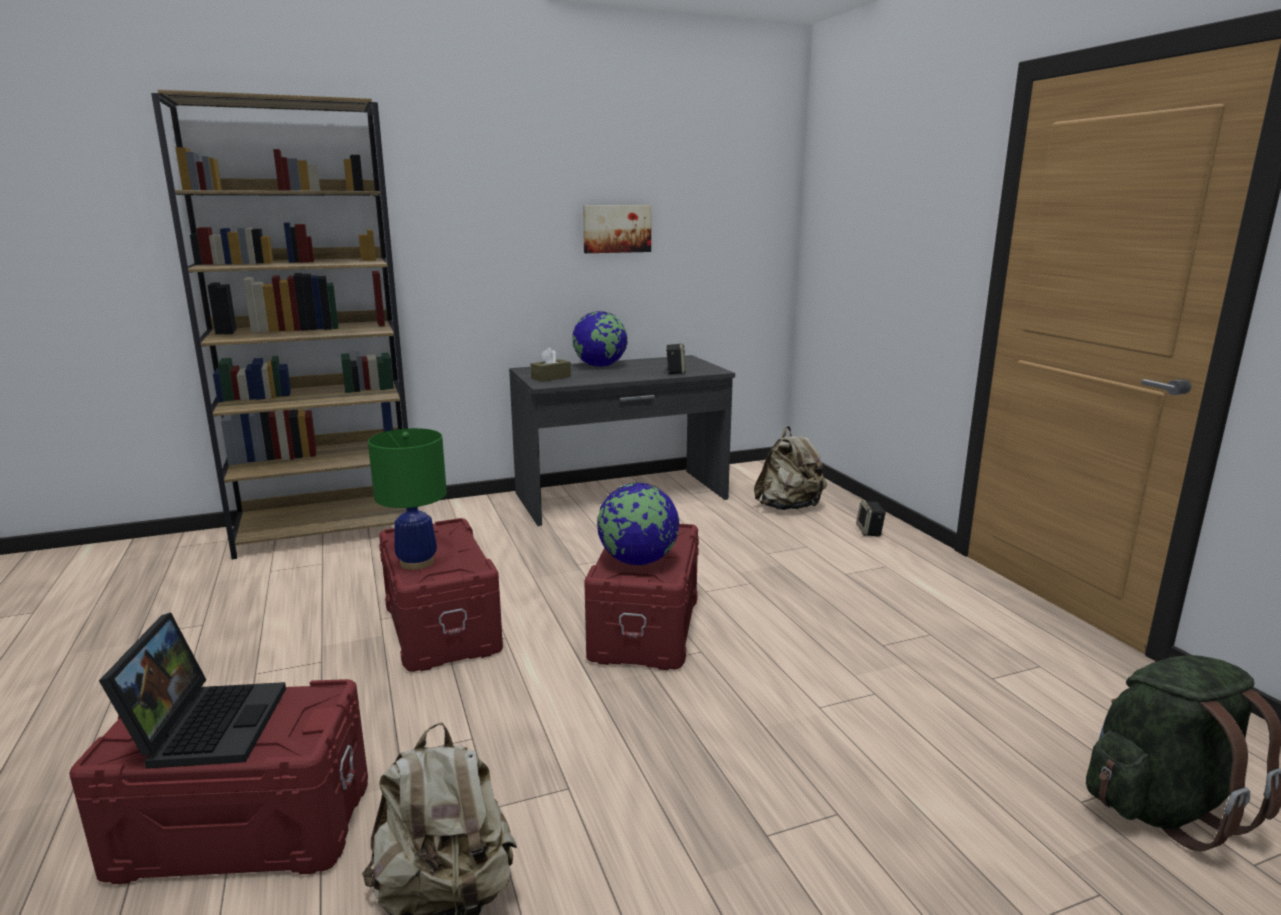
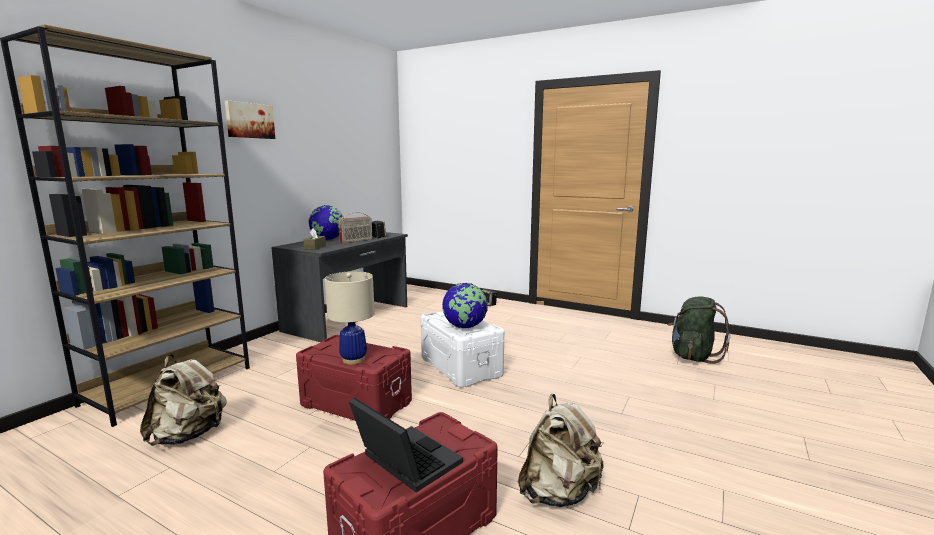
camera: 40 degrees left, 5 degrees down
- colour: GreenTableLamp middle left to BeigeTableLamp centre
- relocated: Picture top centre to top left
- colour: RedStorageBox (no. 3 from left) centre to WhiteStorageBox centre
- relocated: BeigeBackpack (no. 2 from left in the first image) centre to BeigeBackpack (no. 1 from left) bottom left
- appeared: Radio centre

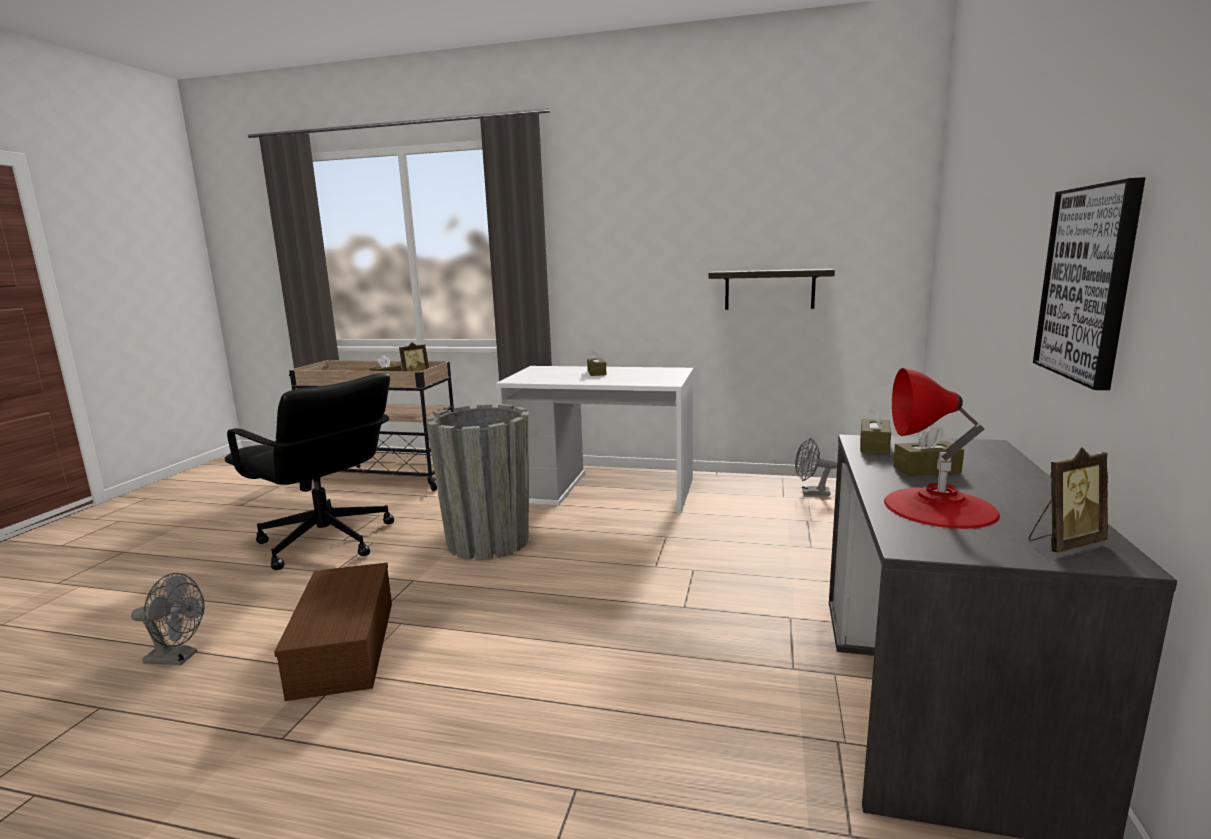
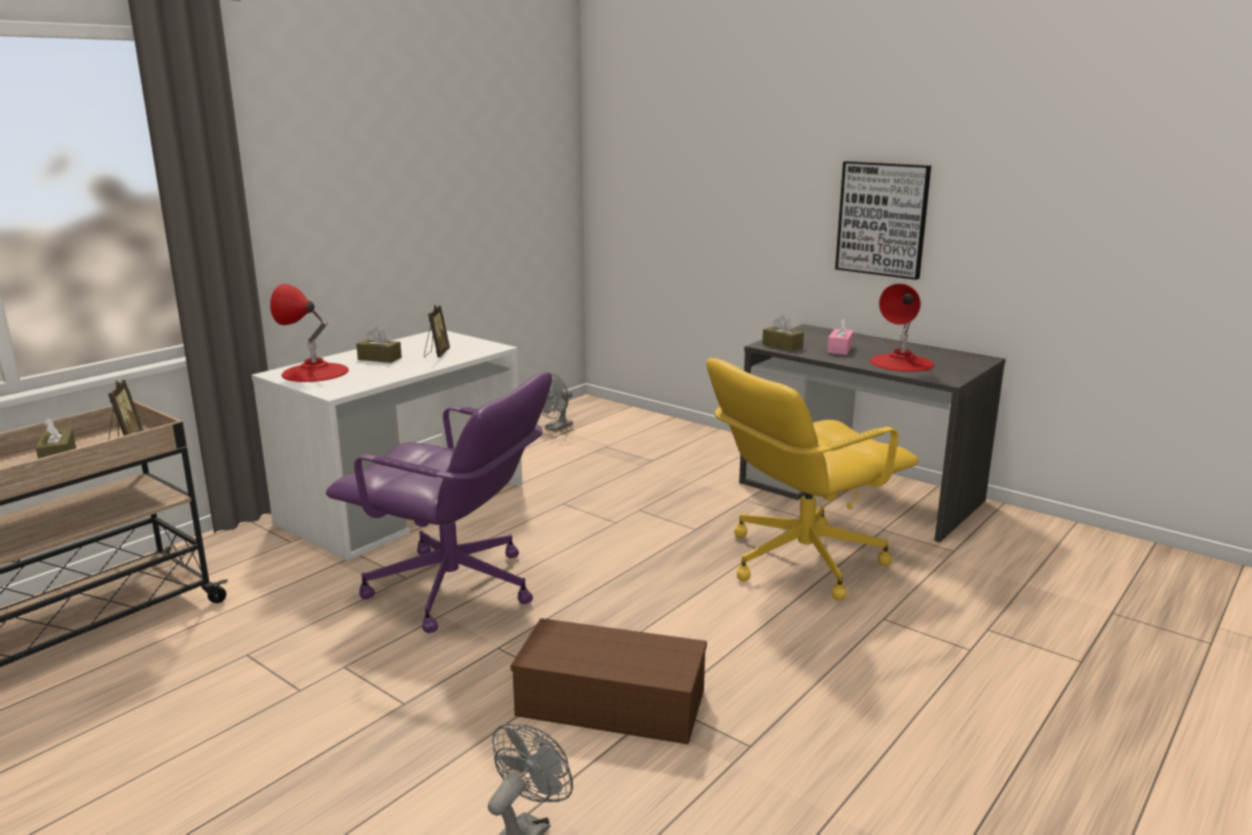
camera: 65 degrees left, 5 degrees up
- missing: BlackOfficeChair middle left
- exchanged: GreyPlanter centre to PurpleOfficeChair centre
- missing: Shelf centre
- colour: BrownTissueBox (no. 4 from left) middle right to PinkTissueBox middle right
- relocated: PictureFrame (no. 2 from left) middle right to centre
- appeared: RedTableLamp (no. 1 from left) middle left
- appeared: YellowOfficeChair centre

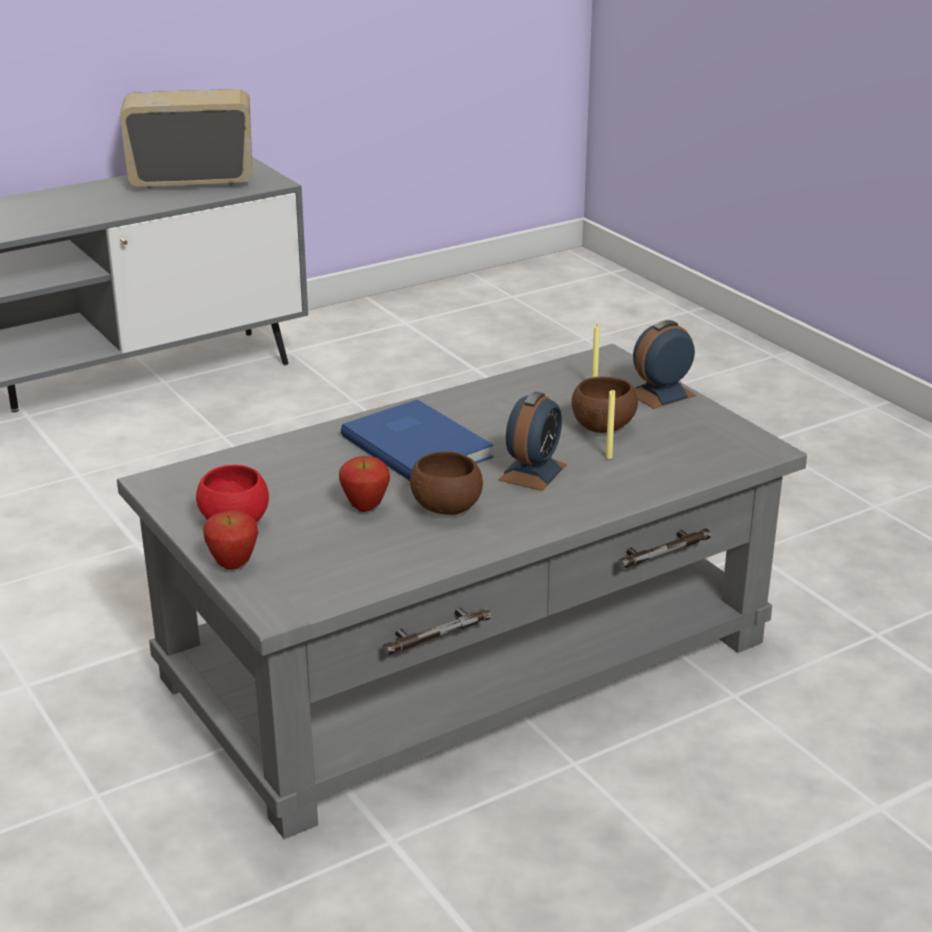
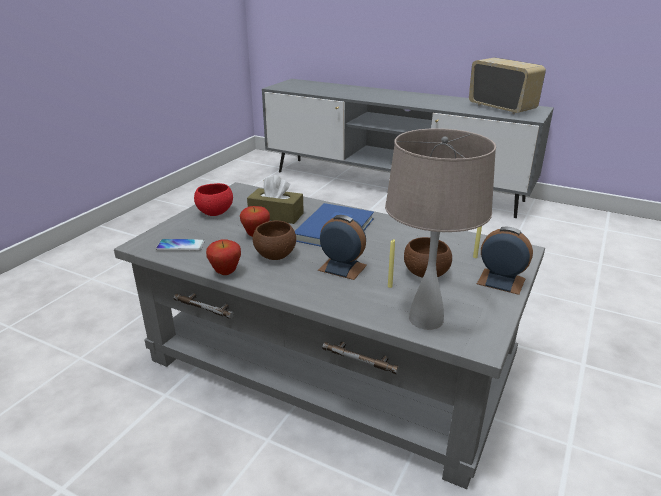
camera: 60 degrees right, 0 degrees up
- relocated: Apple (no. 1 from left) middle left to centre
- spun: AlarmClock (no. 1 from left) centre = centre 150 degrees counterclockwise
- appeared: Phone middle left
- appeared: BrownTissueBox centre
- appeared: BeigeTableLamp centre

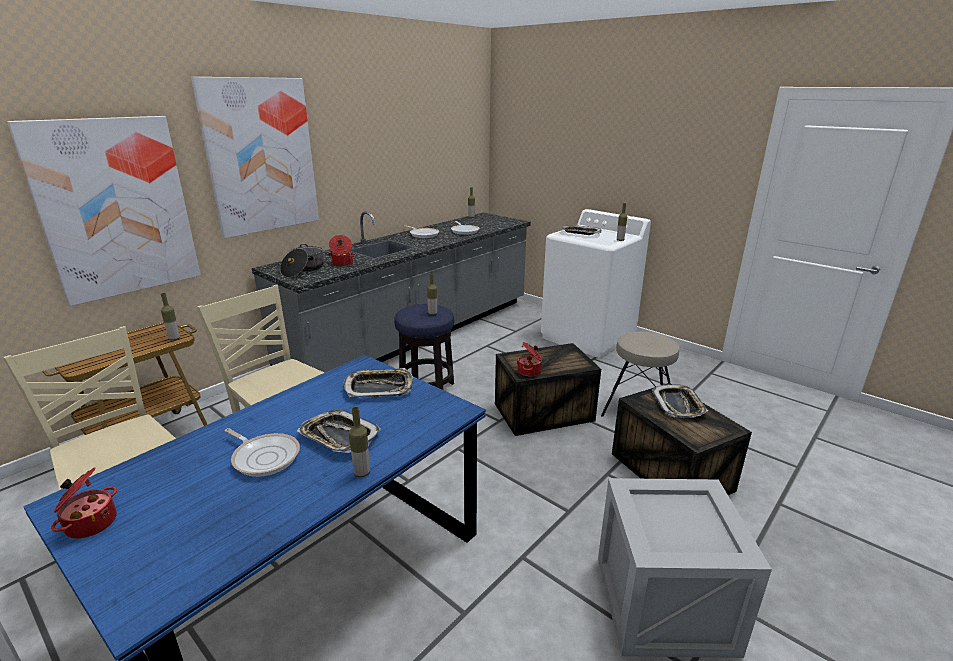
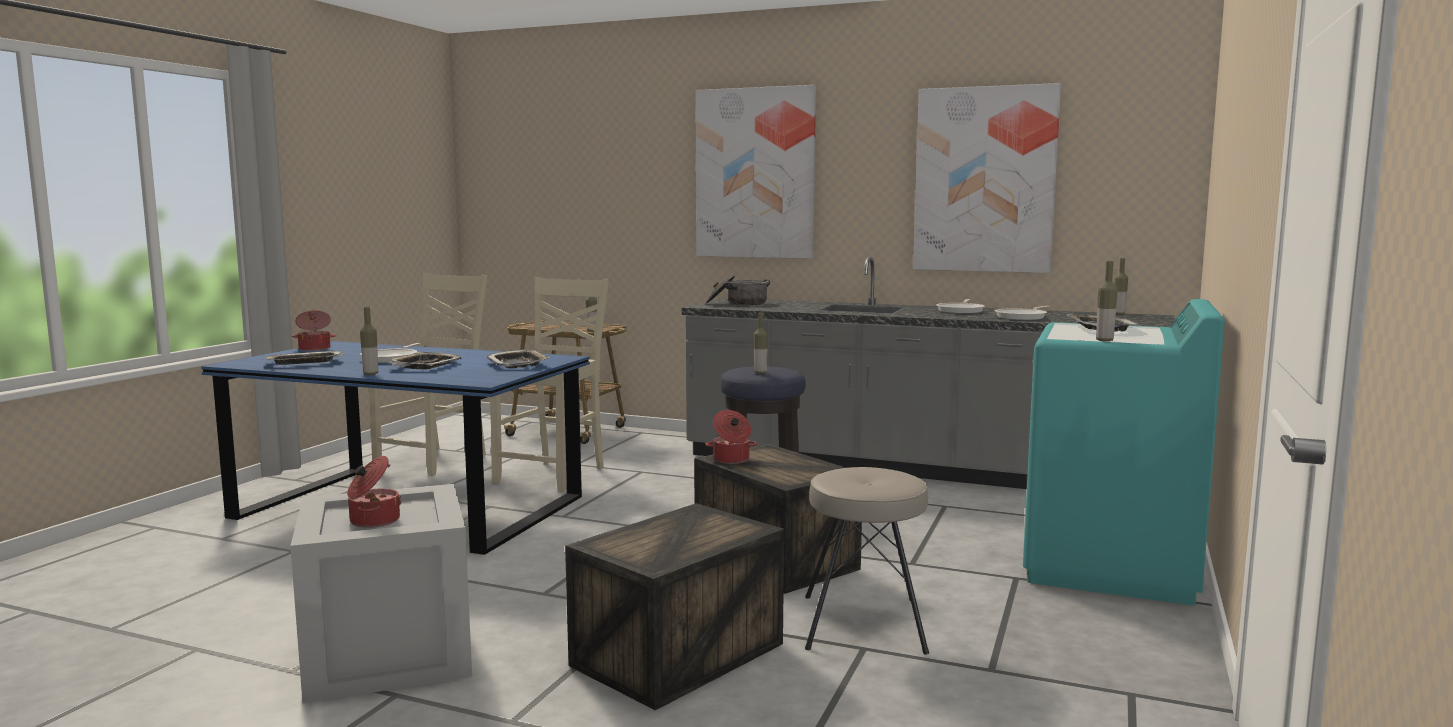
camera: 70 degrees right, 15 degrees down
- relocated: Picture (no. 1 from left in the first image) top left to Picture (no. 2 from left) top right
- relocated: CookingPot (no. 3 from left in the first image) centre to CookingPot (no. 2 from left) bottom left
- colour: WhiteWashingMachine centre to TurquoiseWashingMachine middle right
- relocated: Tray (no. 4 from left in the first image) middle right to Tray (no. 1 from left) middle left

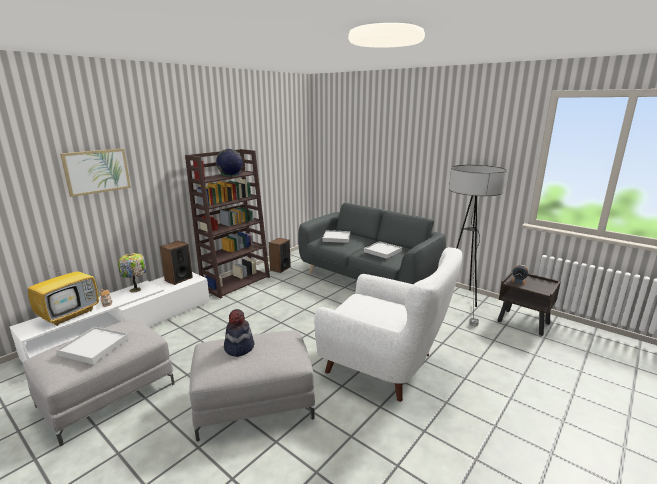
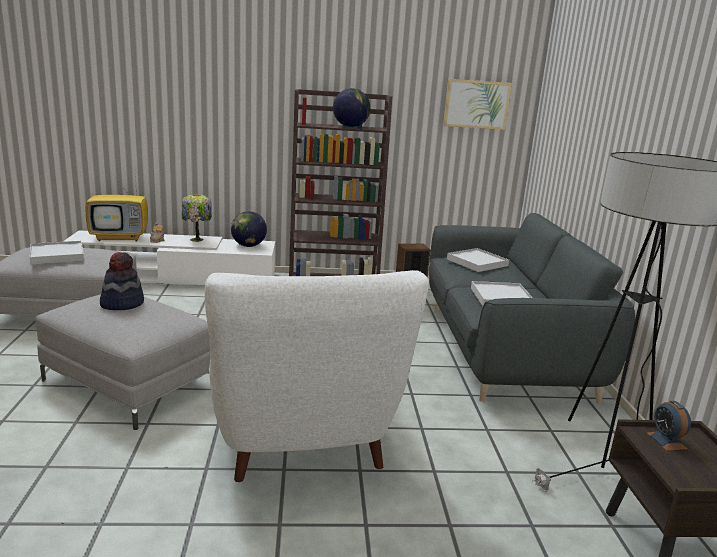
camera: 45 degrees right, 0 degrees up
- relocated: Picture middle left to top centre
- exchanged: Speaker (no. 1 from left) middle left to Globe (no. 1 from left) centre

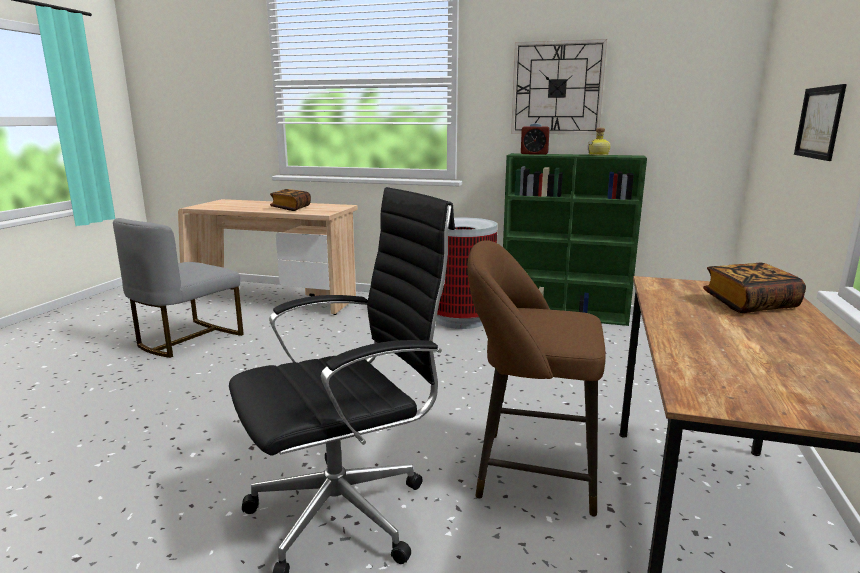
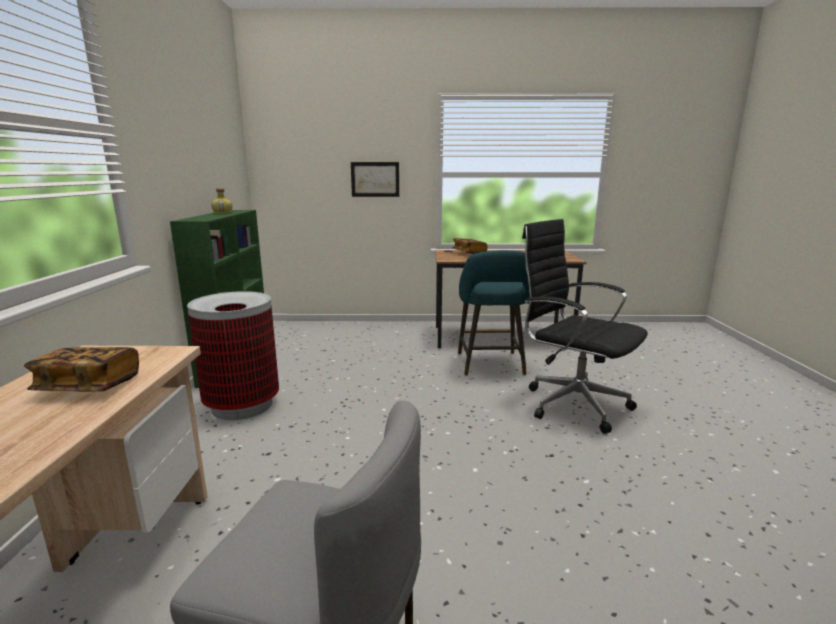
camera: 105 degrees left, 0 degrees up
- colour: BrownStool centre to TurquoiseStool centre
- missing: WallClock top centre
- missing: AlarmClock top centre

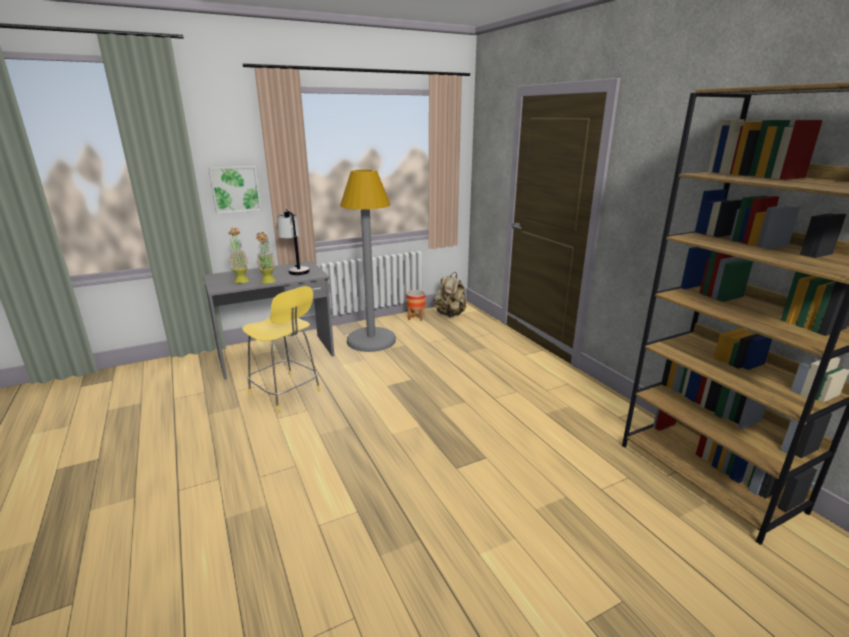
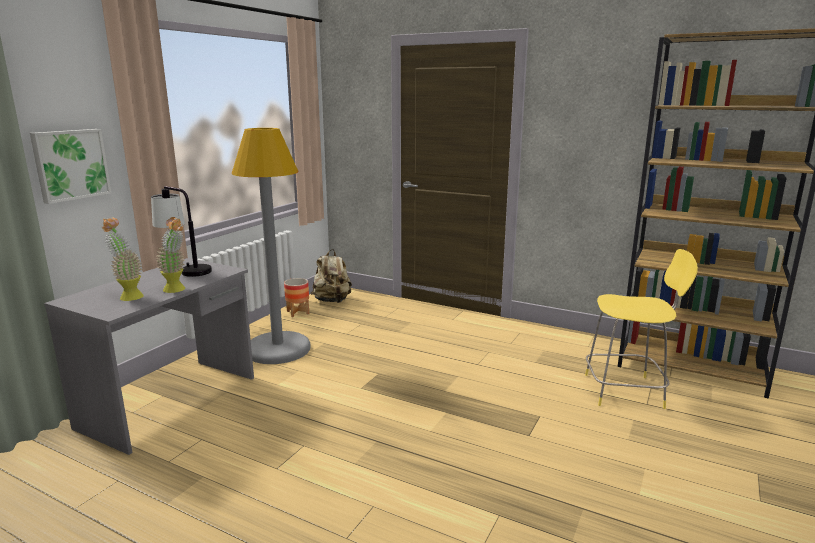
camera: 35 degrees left, 5 degrees down
- relocated: YellowStool middle left to middle right

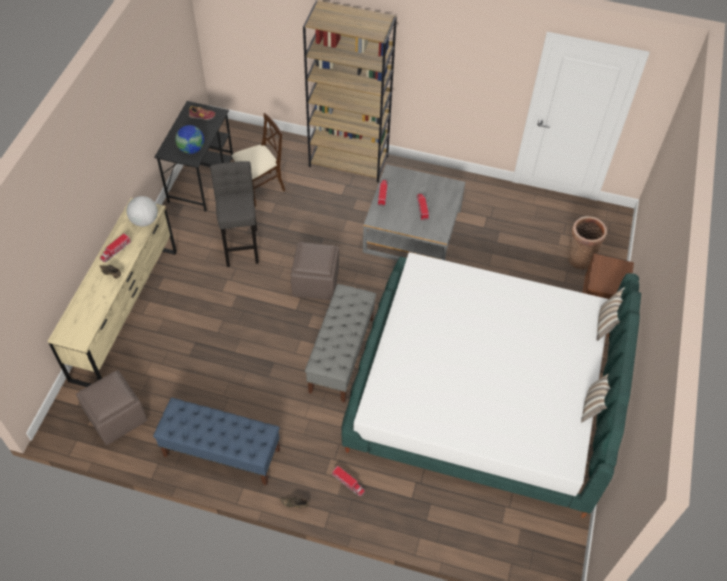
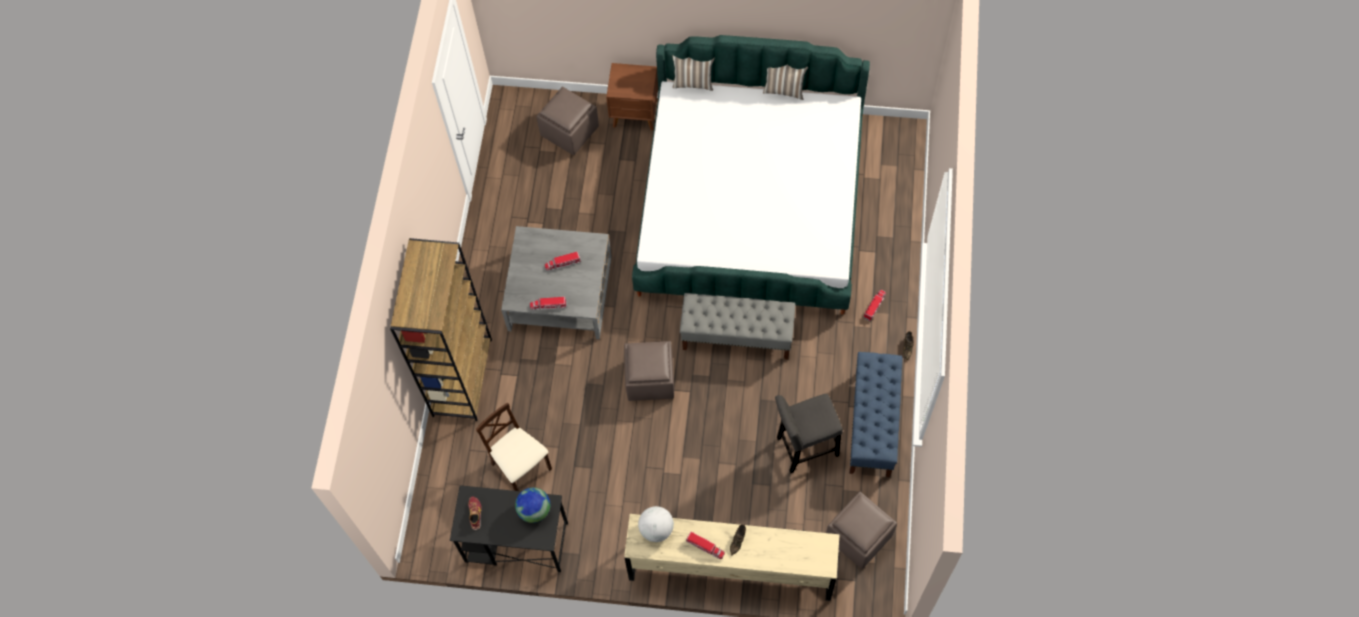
camera: 95 degrees left, 10 degrees up
- relocated: GreyStool middle left to bottom centre
- exchanged: Basket middle right to BrownOttoman (no. 1 from left) top centre

